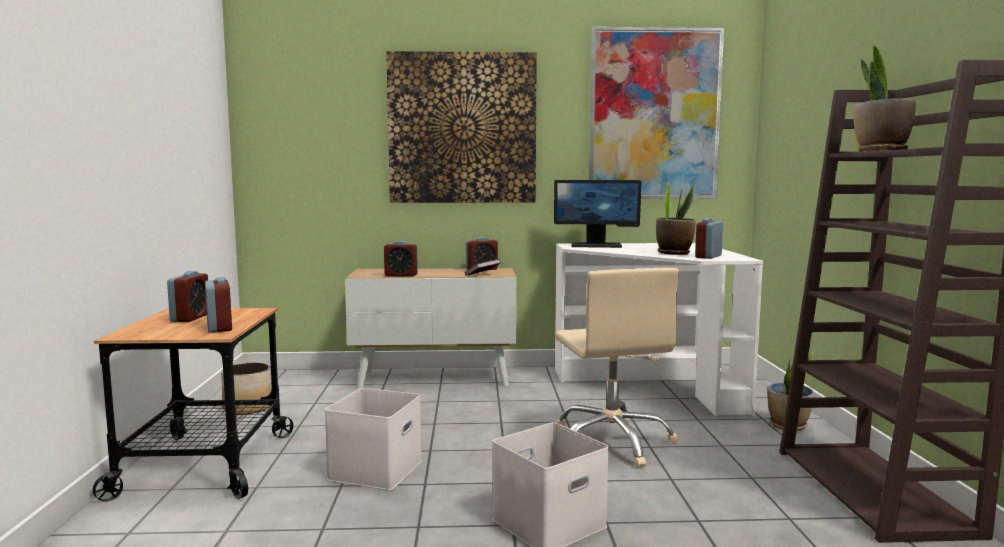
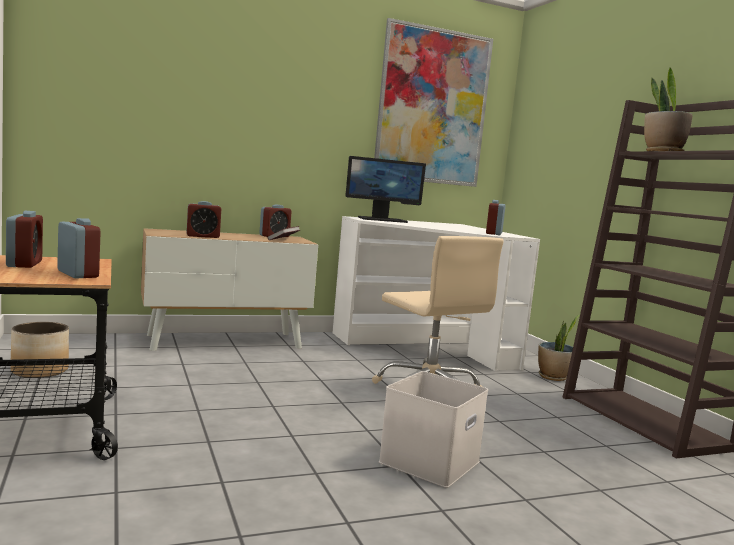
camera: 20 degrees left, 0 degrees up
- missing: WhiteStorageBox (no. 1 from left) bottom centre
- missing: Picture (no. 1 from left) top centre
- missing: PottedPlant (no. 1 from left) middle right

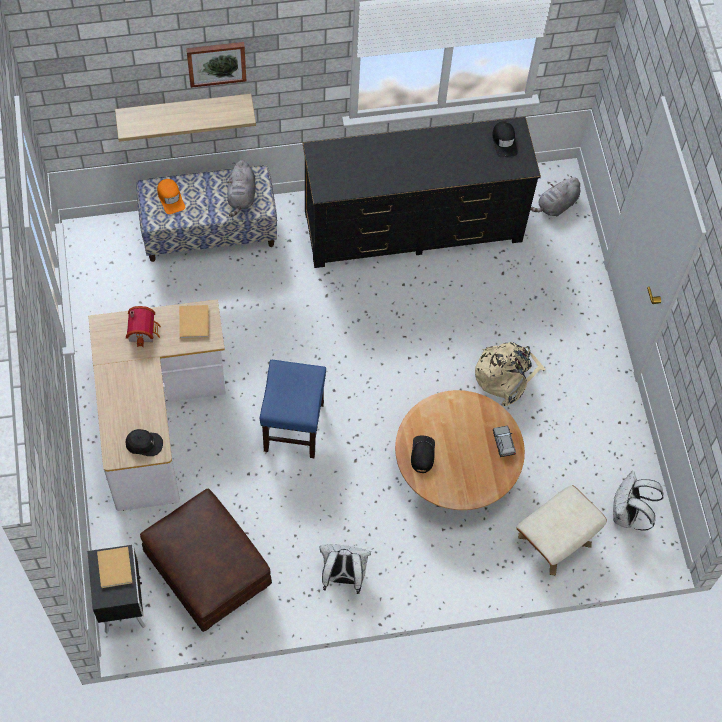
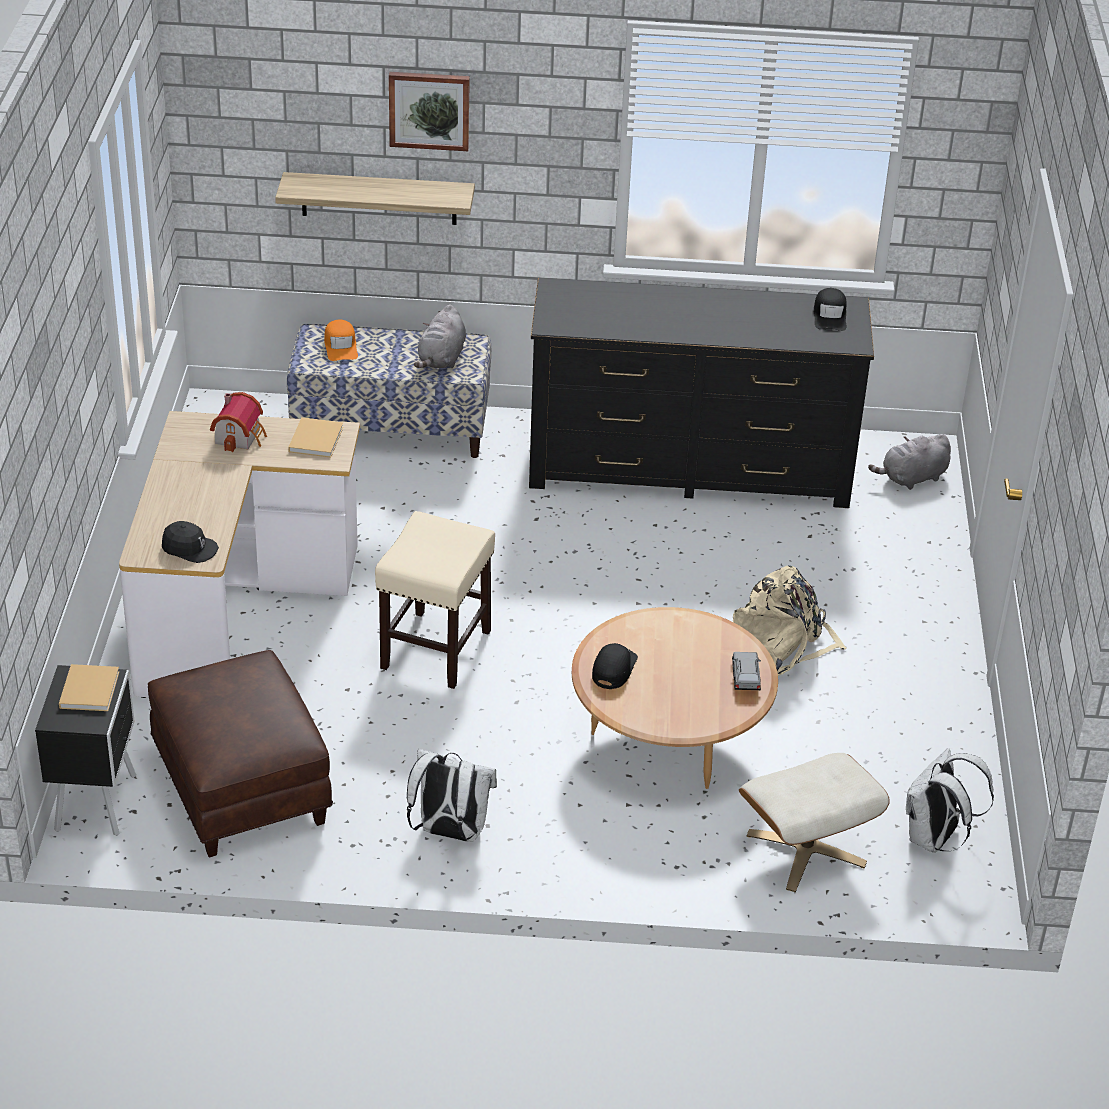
camera: 15 degrees right, 25 degrees down
- colour: BlueStool centre to BeigeStool centre

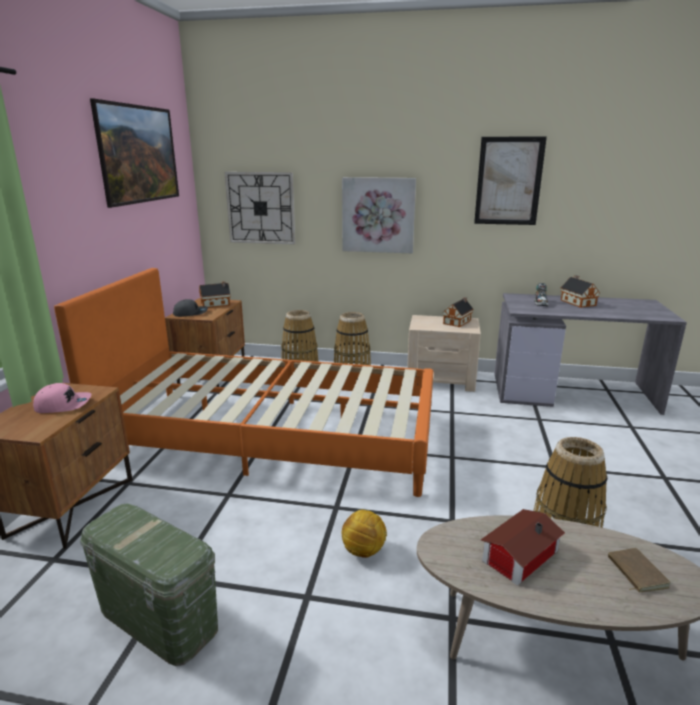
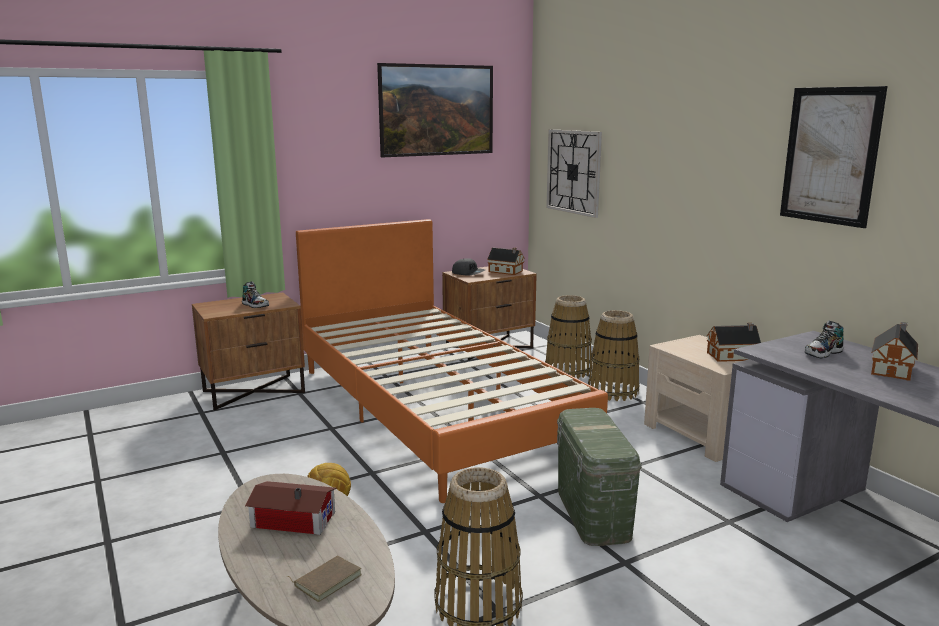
camera: 50 degrees right, 5 degrees down
- exchanged: PinkCap middle left to Shoe (no. 1 from left) middle left
- relocated: GreenStorageBox bottom left to bottom centre
- missing: Picture (no. 2 from left) top centre

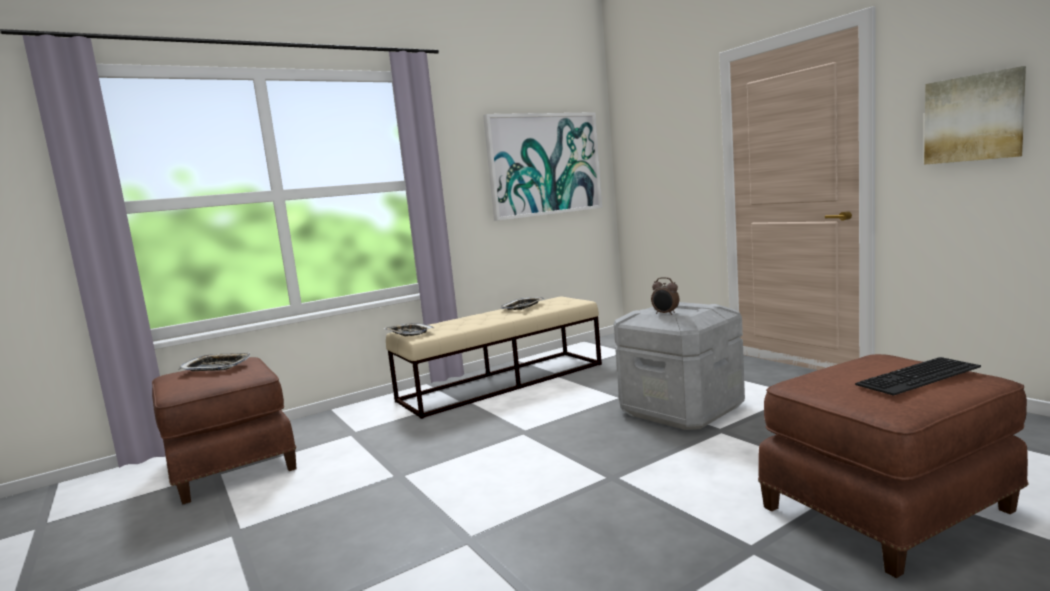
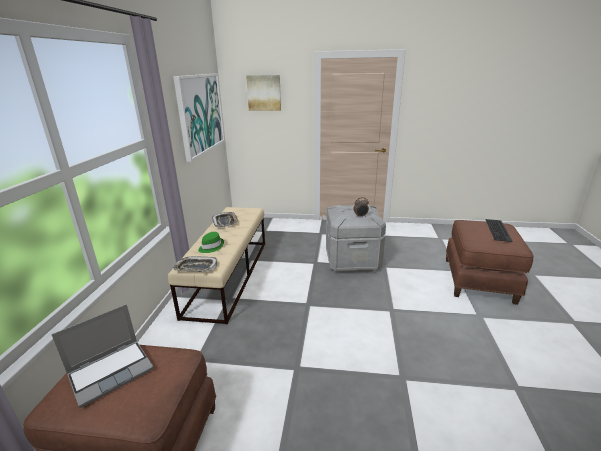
camera: 50 degrees left, 15 degrees up
- exchanged: Tray (no. 1 from left) middle left to Laptop bottom left
- relocated: Picture (no. 2 from left) top right to top centre
- appeared: GreenHat centre

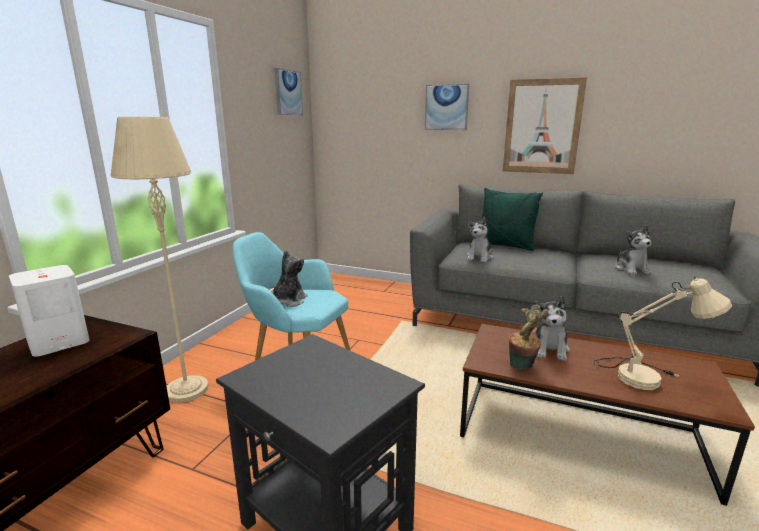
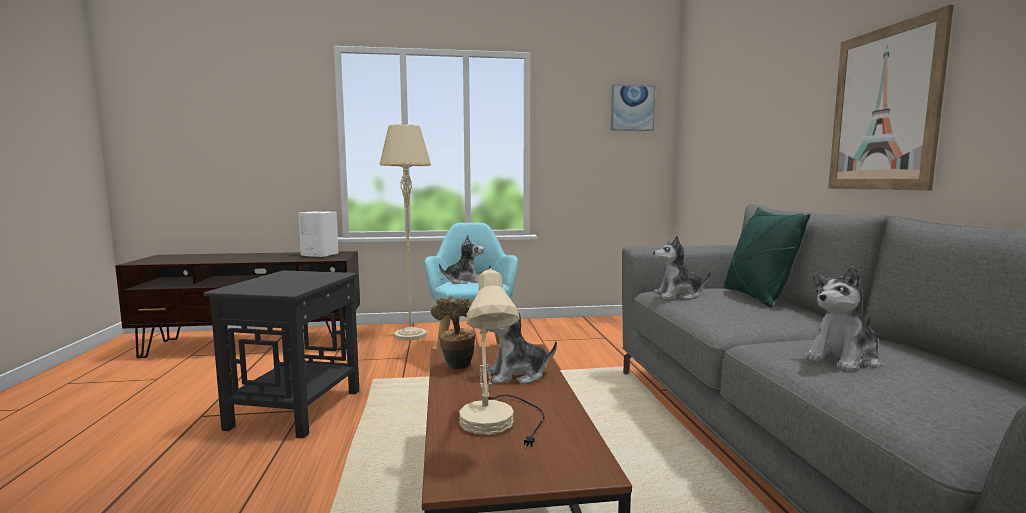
camera: 60 degrees right, 10 degrees down
- missing: Picture (no. 2 from left) top centre

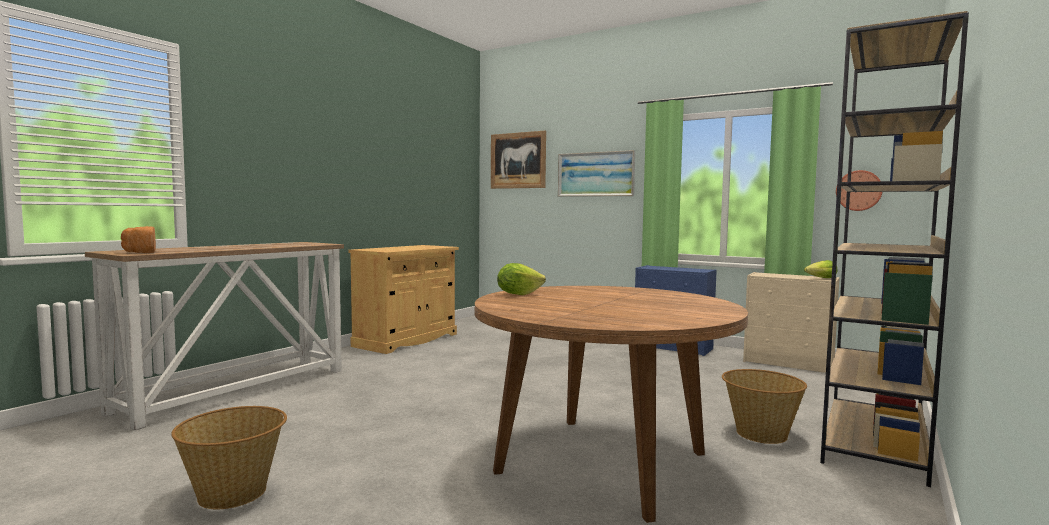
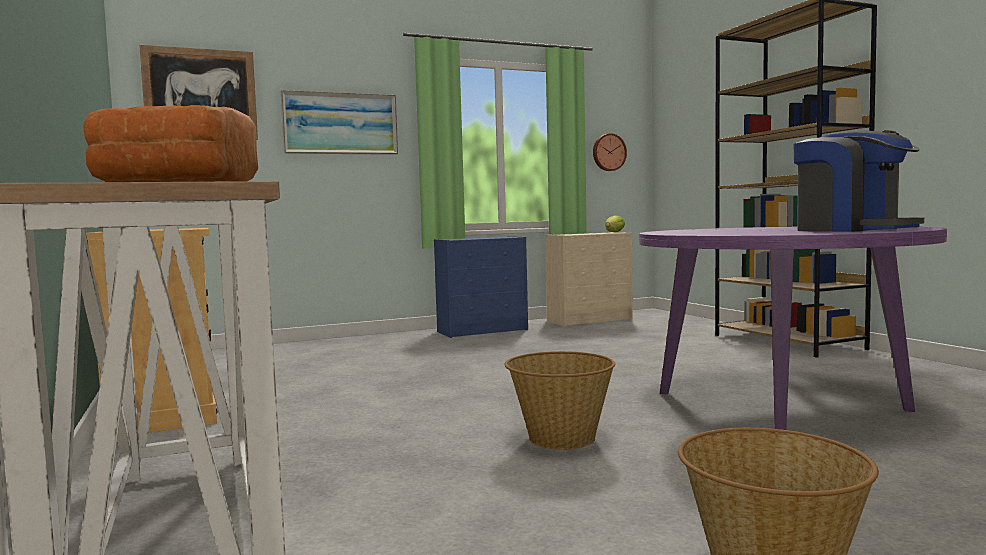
camera: 55 degrees left, 0 degrees up
- colour: BrownDiningTable bottom centre to PurpleDiningTable middle right
- missing: Lettuce (no. 1 from left) centre
- relocated: Basket (no. 2 from left in the first image) bottom right to Basket (no. 1 from left) bottom centre
- appeared: CoffeeMachine top right

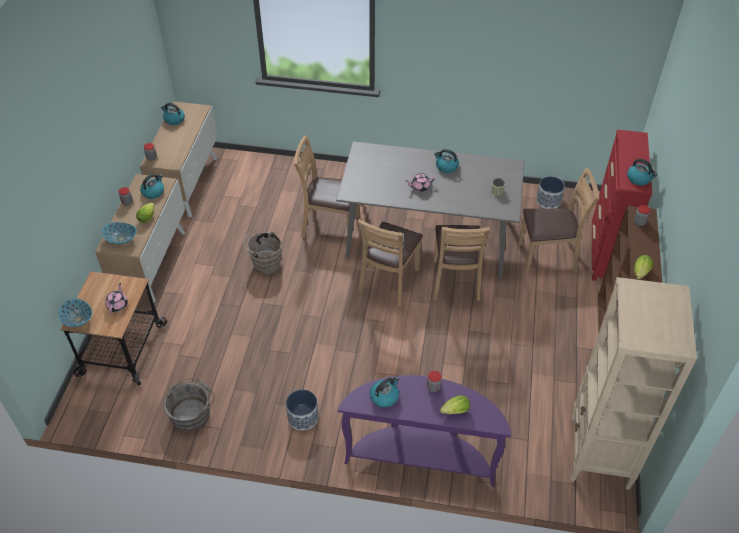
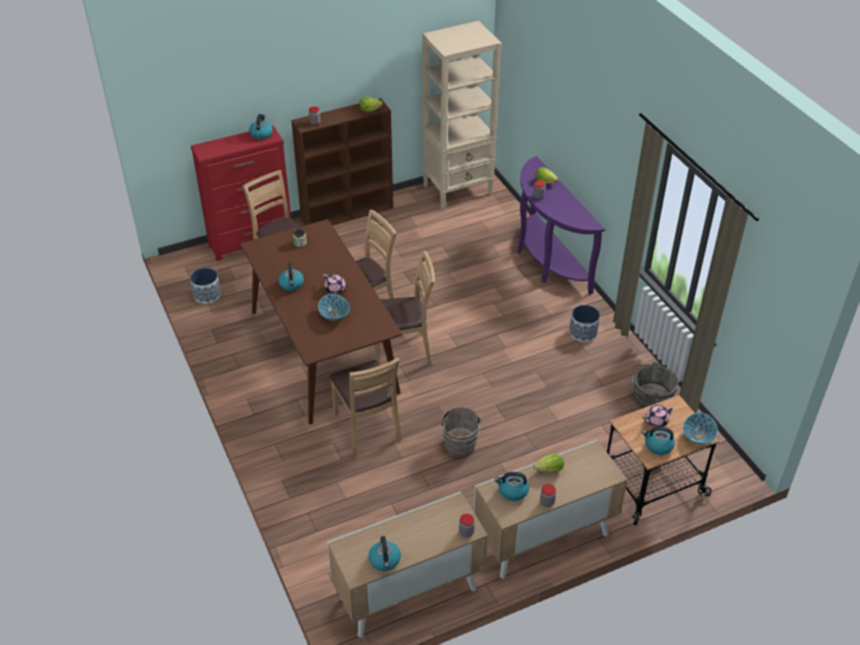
camera: 125 degrees left, 5 degrees down
- relocated: Bowl (no. 2 from left in the first image) middle left to Bowl (no. 1 from left) centre
- colour: GreyDiningTable centre to BrownDiningTable centre
- relocated: Kettle (no. 3 from left in the first image) bottom centre to Kettle (no. 5 from left) bottom right

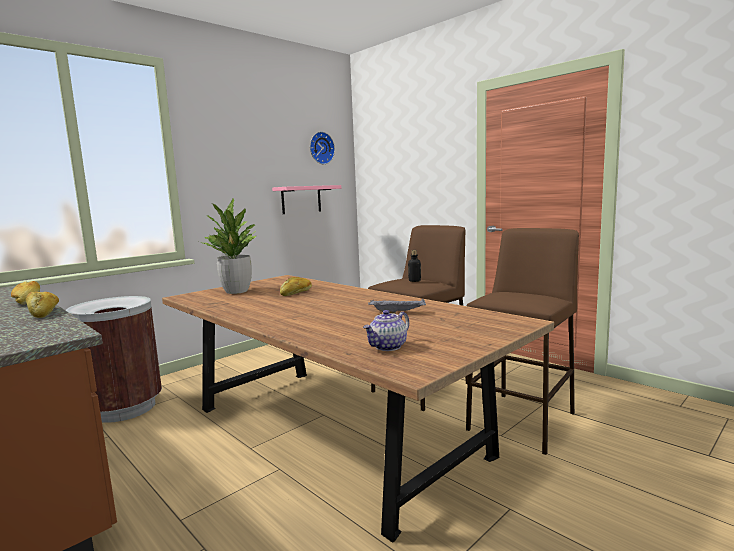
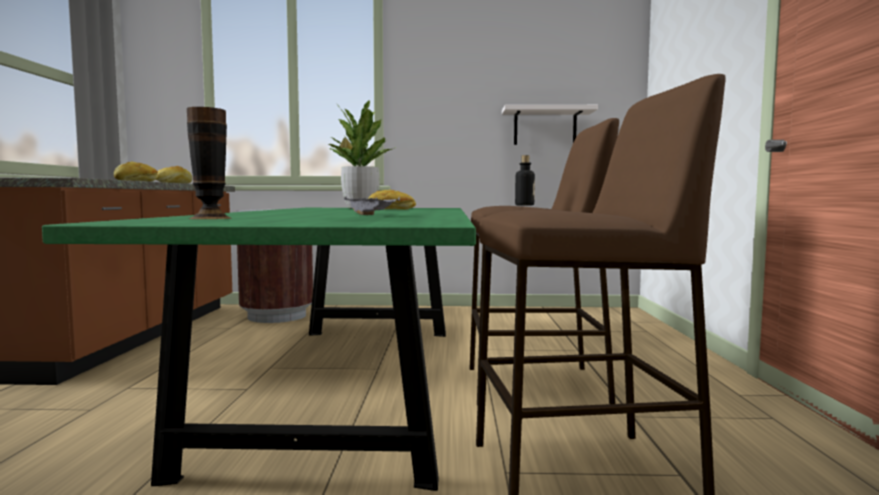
camera: 45 degrees right, 5 degrees down
- colour: BrownDiningTable bottom centre to GreenDiningTable bottom left
- colour: PinkShelf centre to WhiteShelf top centre
- missing: WallClock top centre
- exchanged: Teapot centre to Vase top left

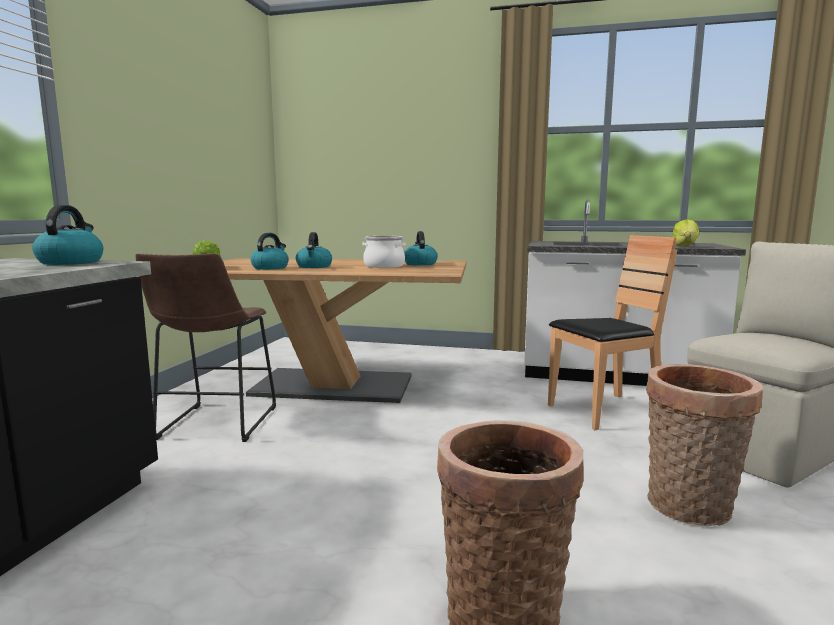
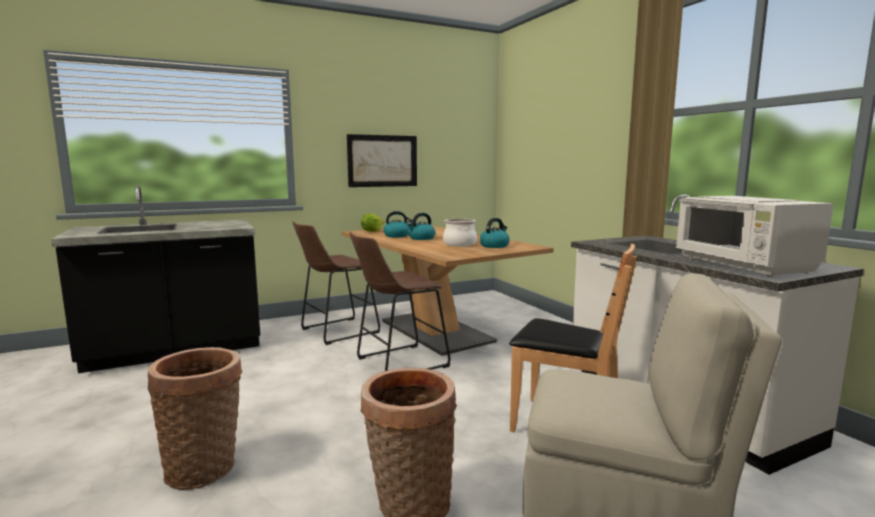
camera: 50 degrees right, 0 degrees up
- missing: Kettle (no. 1 from left) middle left
- exchanged: Lettuce (no. 2 from left) middle right to WhiteMicrowave middle right
- appeared: Picture top centre
- appeared: BrownStool (no. 2 from left) centre

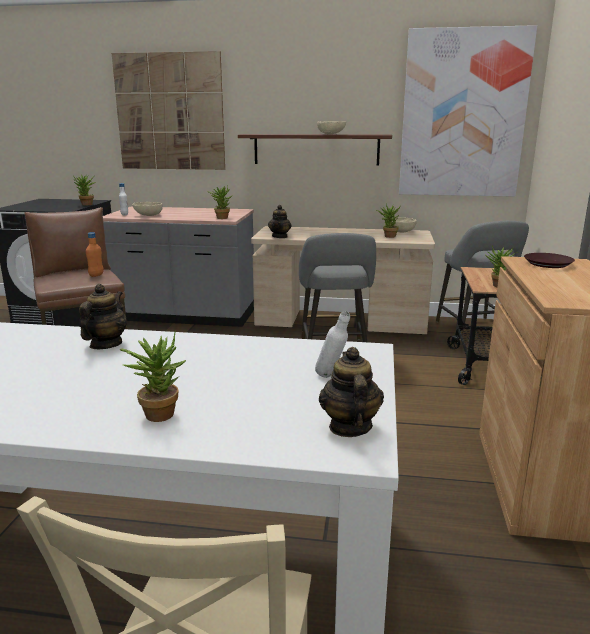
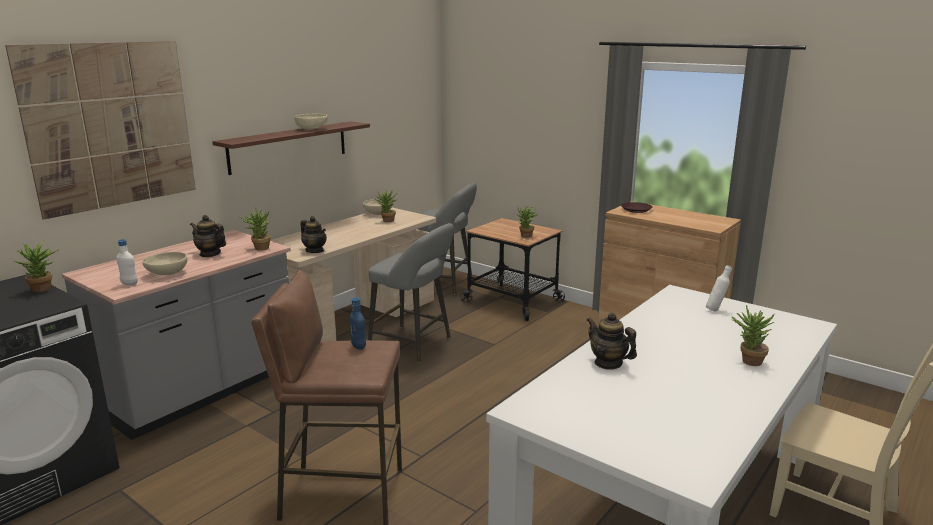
camera: 60 degrees left, 0 degrees up
- colour: OrangeBottle middle left to BlueBottle centre
- relocated: Teapot (no. 3 from left in the first image) centre to Teapot (no. 1 from left) middle left
- missing: Picture (no. 2 from left) top right

